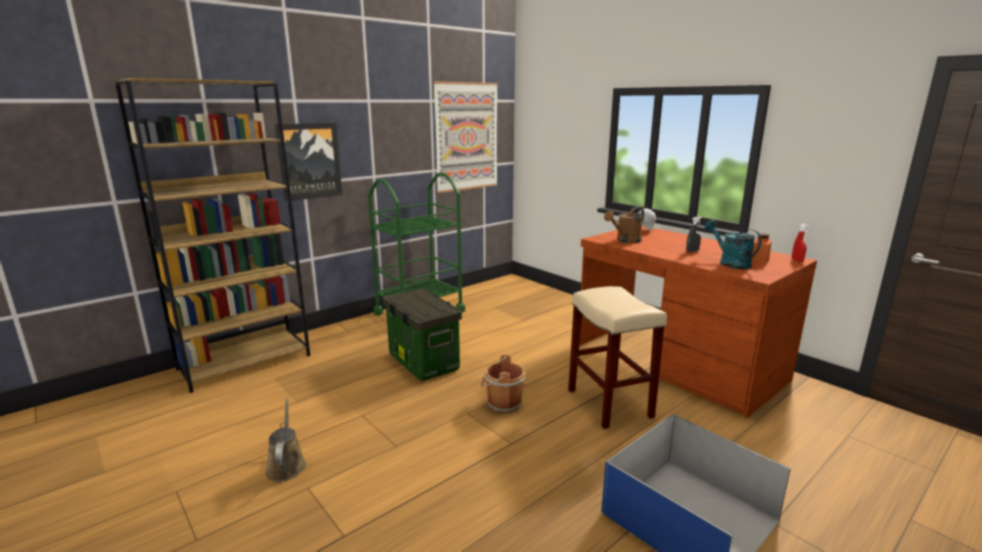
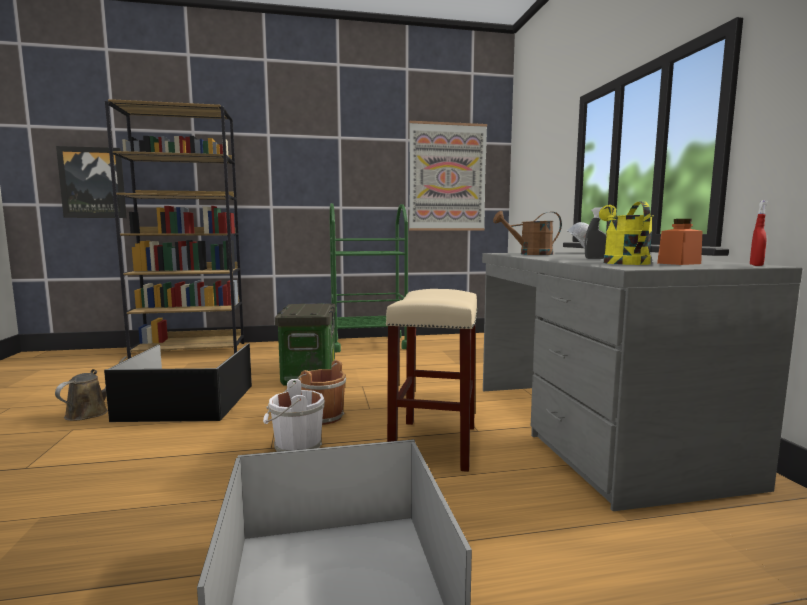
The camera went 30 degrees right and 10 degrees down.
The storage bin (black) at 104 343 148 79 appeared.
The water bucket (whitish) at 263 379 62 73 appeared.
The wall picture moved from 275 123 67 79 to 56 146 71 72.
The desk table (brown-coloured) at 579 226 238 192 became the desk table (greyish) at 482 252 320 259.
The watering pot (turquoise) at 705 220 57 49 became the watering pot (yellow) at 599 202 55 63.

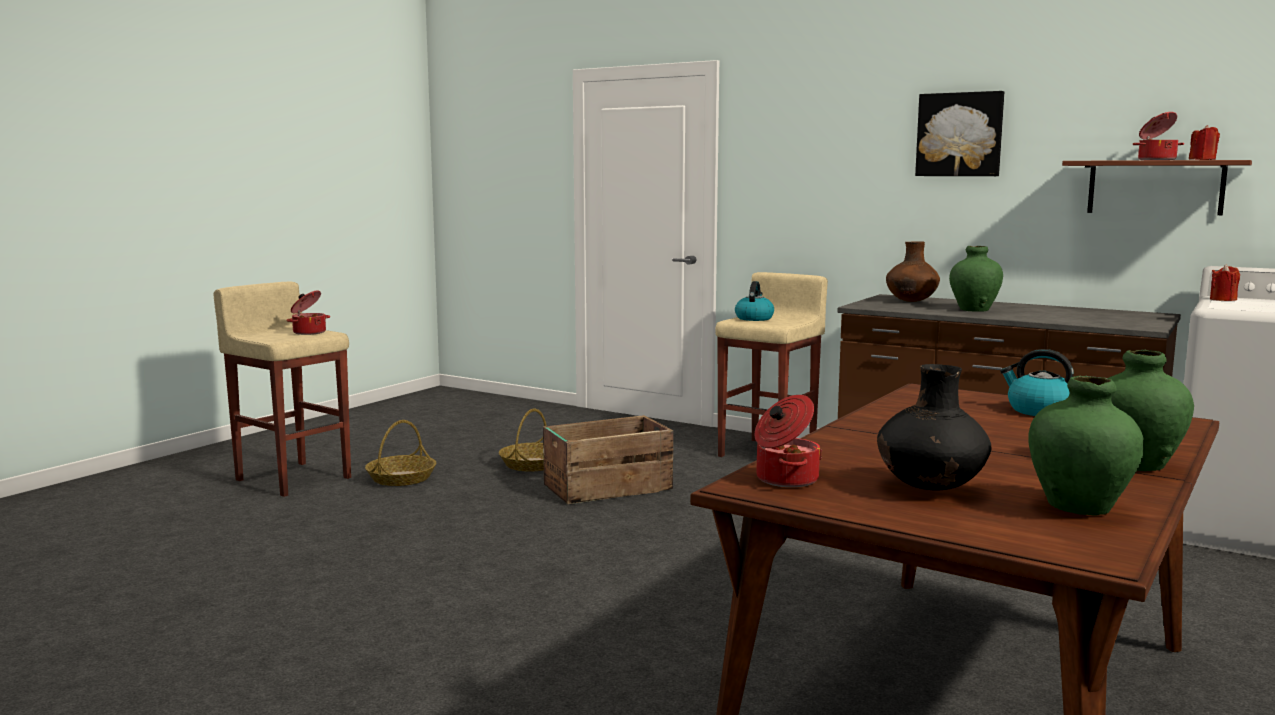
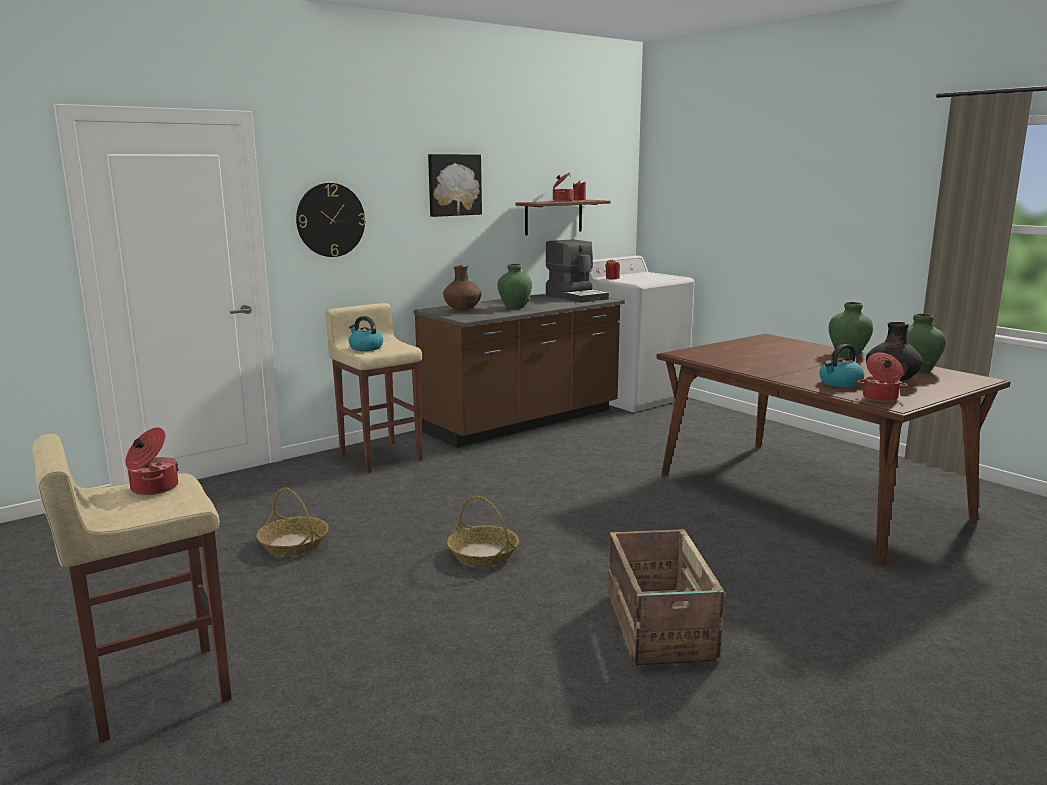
The camera went 70 degrees left and 5 degrees up.
The clock on the wall at 296 183 70 74 appeared.
The coffee maker at 546 239 63 64 appeared.
The basket moved from 365 420 71 66 to 447 496 72 70.
The packing crate moved from 543 415 130 89 to 608 529 117 137.
The tea kettle moved from 1000 349 74 67 to 819 344 45 44.

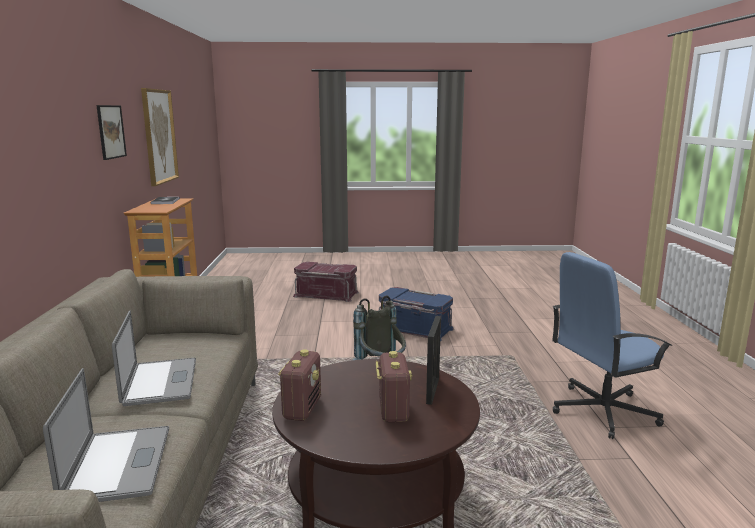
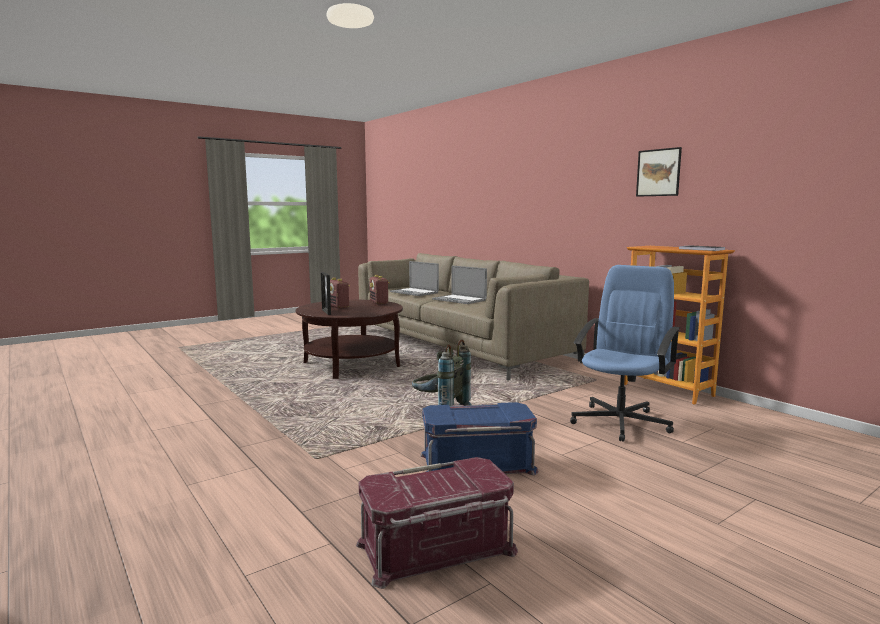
The camera went 145 degrees right and 5 degrees down.
The wall picture at 141 88 38 98 disappeared.
The storage bin (reddish) moved from 293 262 66 40 to 356 457 162 132.
The computer chair (blue-coloured) moved from 552 252 120 187 to 570 265 110 177.

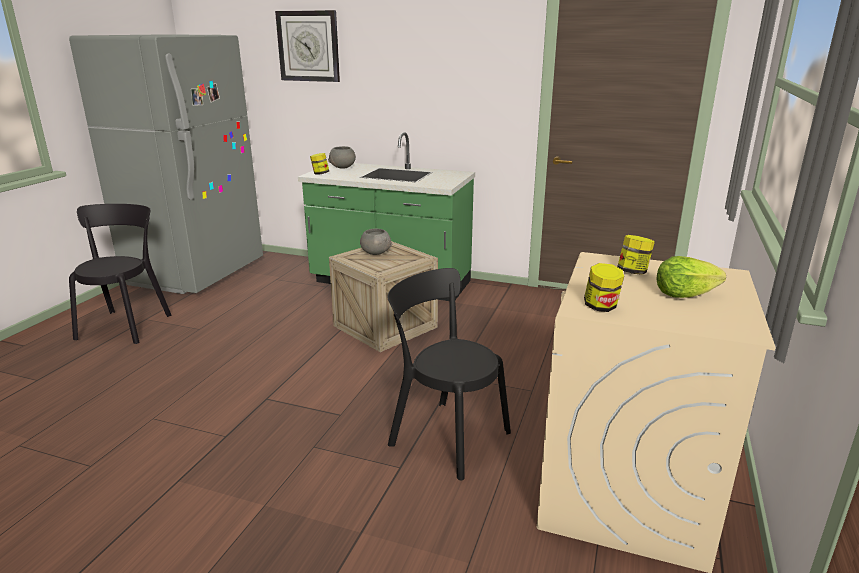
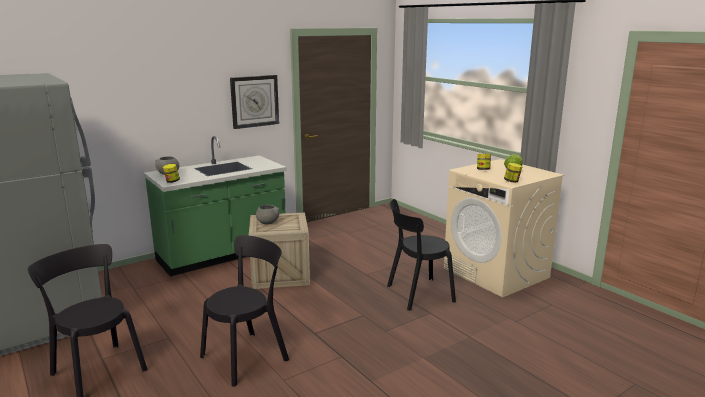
The camera went 55 degrees left and 5 degrees down.
The chair (black) at 200 235 89 152 appeared.
The clock on the wall moved from 275 10 65 72 to 230 75 49 54.

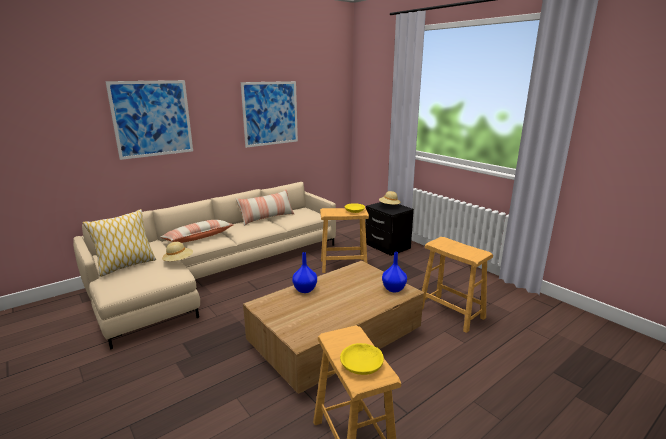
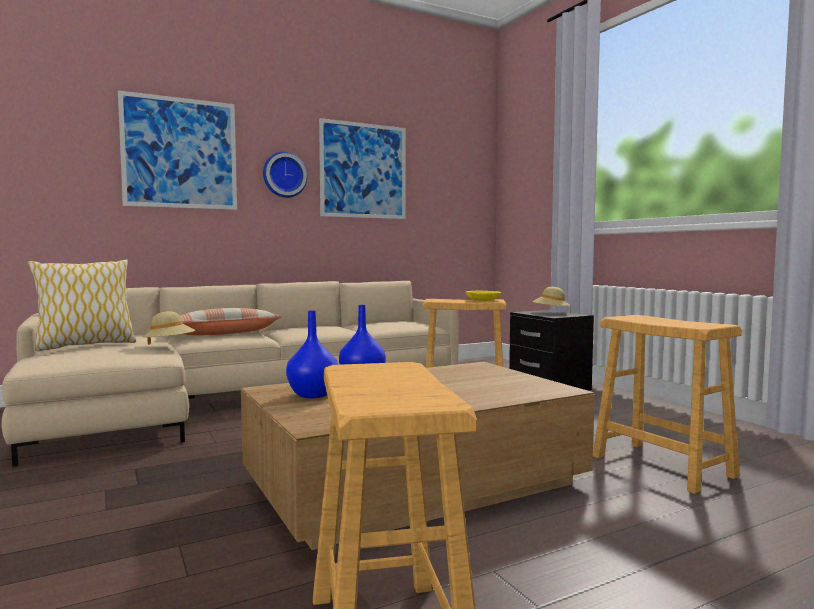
The camera went 10 degrees right and 15 degrees down.
The throw pillow at 236 189 58 37 disappeared.
The serving bowl (yellow) at 340 343 44 32 disappeared.
The clock on the wall at 263 152 45 46 appeared.
The flower vase (blue-coloured) moved from 382 252 25 41 to 286 311 52 88.

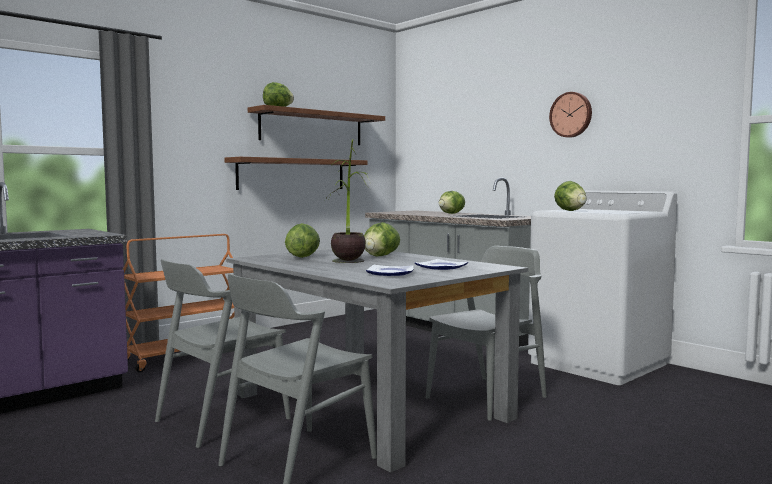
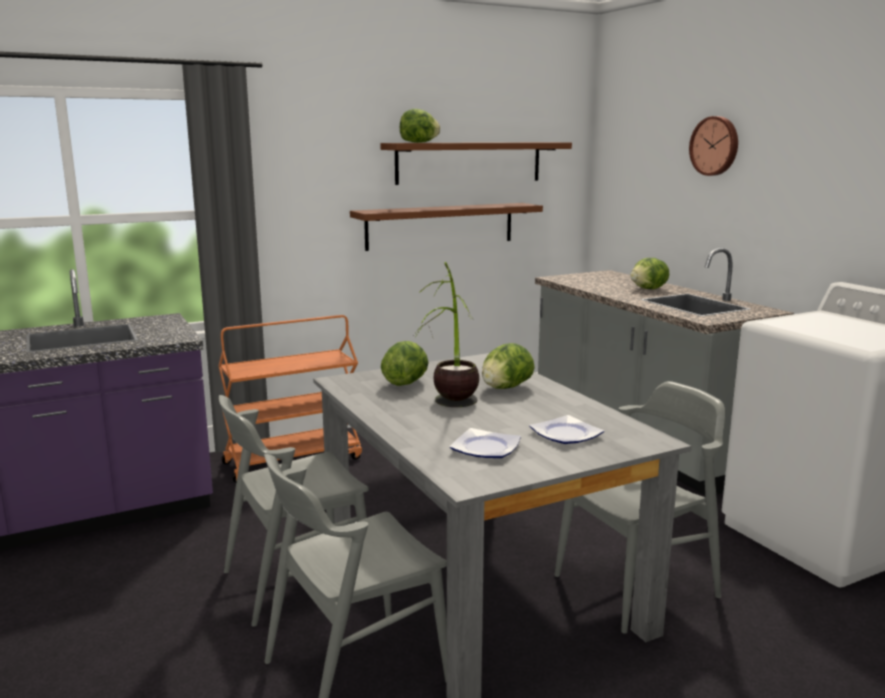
The camera went 15 degrees right and 10 degrees up.
The head of lettuce at 554 181 33 30 disappeared.
The clock on the wall moved from 549 92 43 46 to 689 116 49 60.

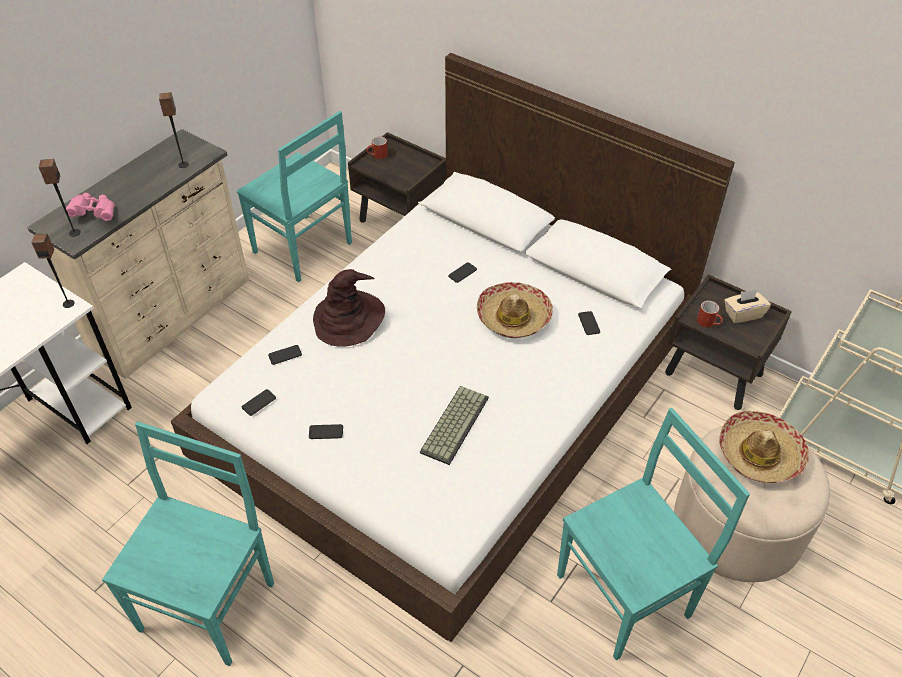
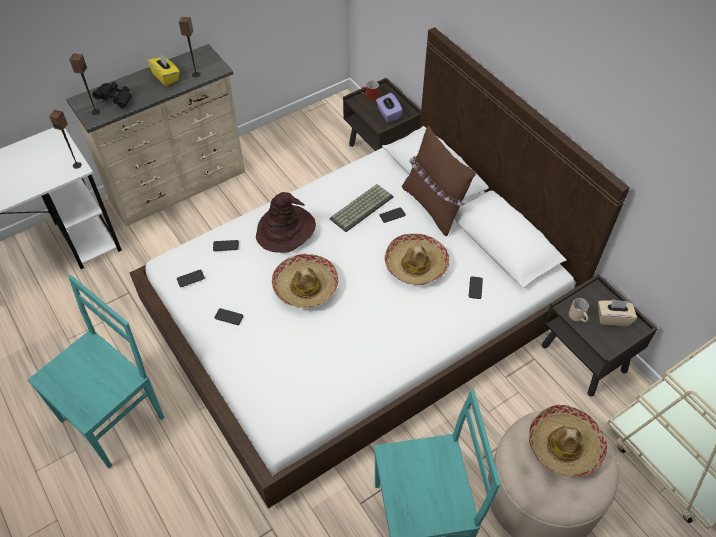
The camera went 20 degrees right and 5 degrees up.
The chair (turquoise) at 236 111 116 171 disappeared.
The tissue holder (yellow) at 147 53 33 33 appeared.
The clothing hat at 272 254 66 54 appeared.
The tissue holder (purplish) at 376 93 27 29 appeared.
The throw pillow (brown-coloured) at 402 125 74 112 appeared.
The computer keyboard moved from 420 386 69 79 to 330 184 63 48.
The pair of binoculars (pink) at 66 193 49 28 became the pair of binoculars (black) at 92 82 40 26.
The mug (reddish) at 697 301 26 27 became the mug (beige-coloured) at 569 298 20 24.

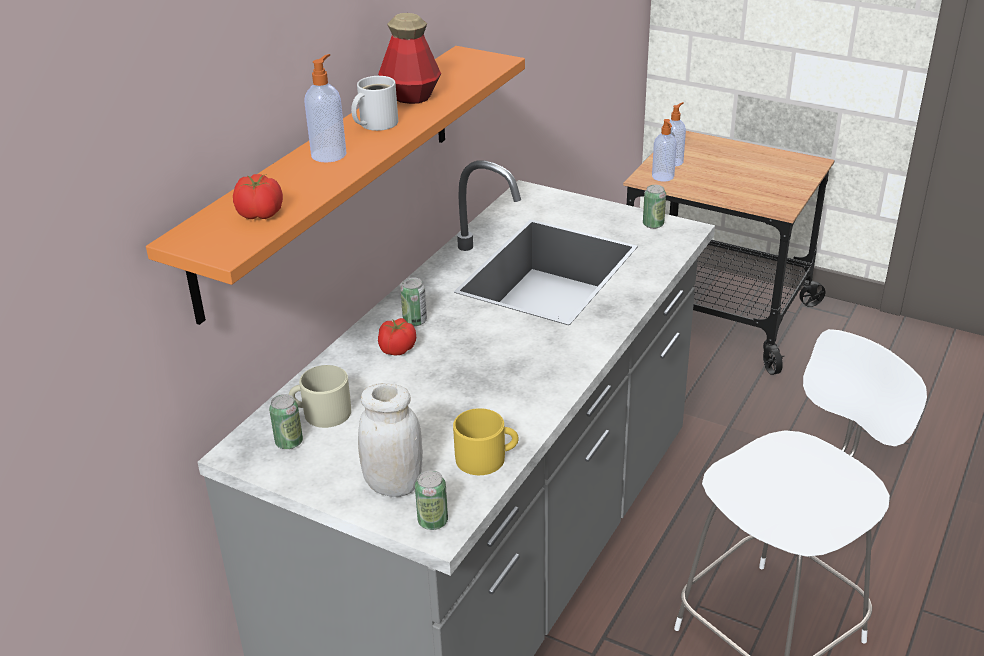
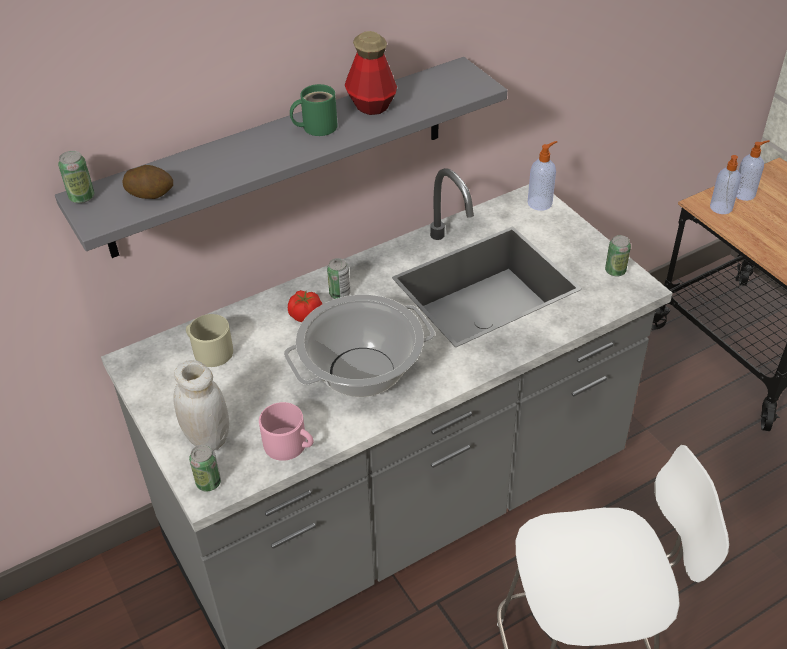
The camera went 30 degrees right and 10 degrees up.
The saucepot at 284 295 151 102 appeared.
The metal can moved from 269 394 34 55 to 58 151 36 52.
The liquid soap bottle moved from 304 54 43 109 to 528 141 29 70.
The whole tomato at 233 174 50 45 was replaced by the spud at 122 165 51 34.
The bracket shelf (orange-coloured) at 146 46 379 279 became the bracket shelf (greyish) at 55 57 452 201.
The mug (whitish) at 351 76 47 55 became the mug (green) at 290 84 48 52.
The mug (yellow) at 453 408 66 67 became the mug (pink) at 259 402 55 59.

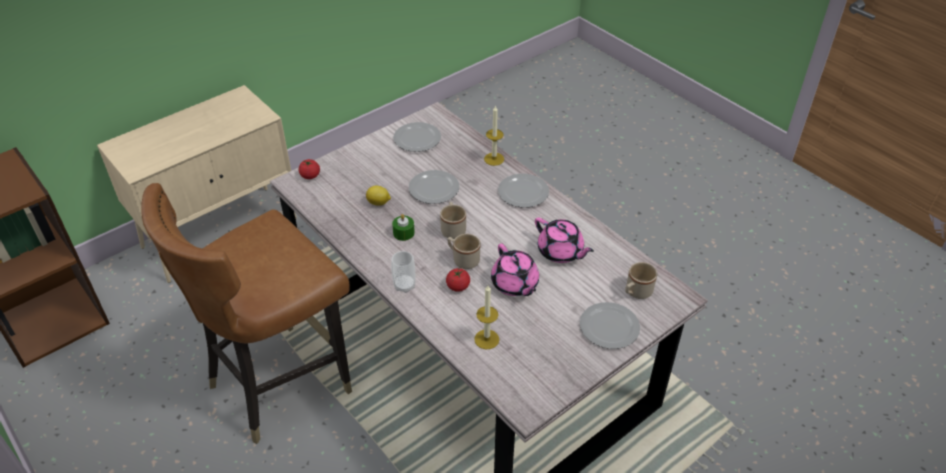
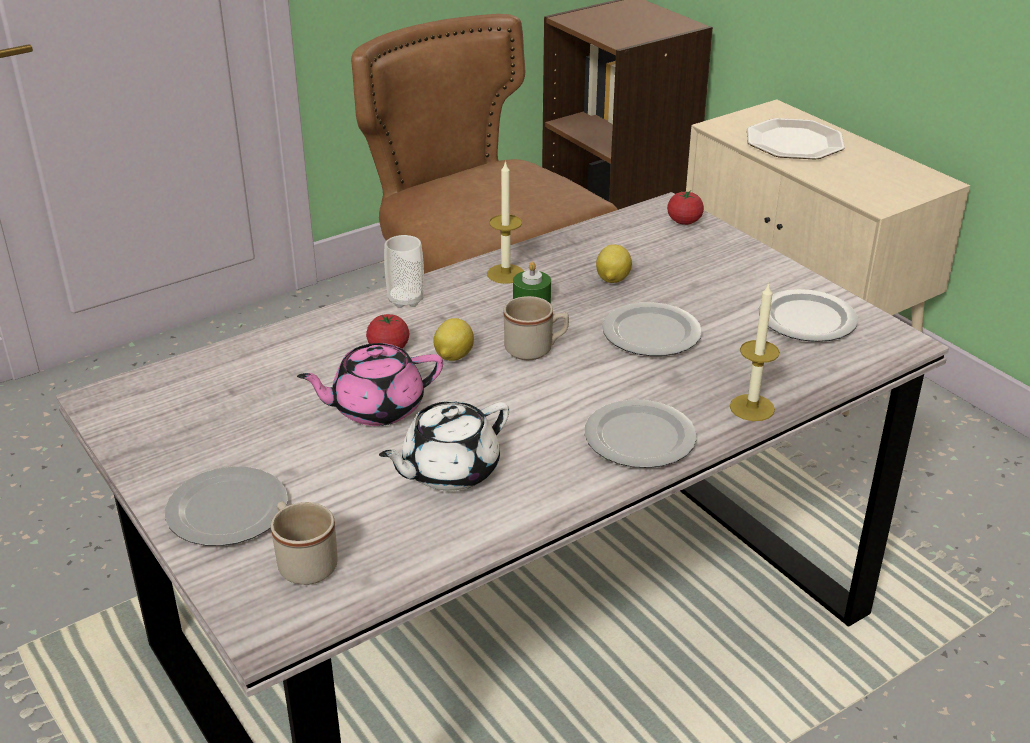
The camera went 95 degrees right and 10 degrees down.
The dinner plate at 747 118 98 42 appeared.
The wax light moved from 474 285 25 64 to 487 161 37 123.
The mug (beige-coloured) at 448 234 33 35 was replaced by the citrus fruit at 433 318 41 43.
The pot for tea (pink) at 535 217 59 46 became the pot for tea (whitish) at 379 401 130 90.

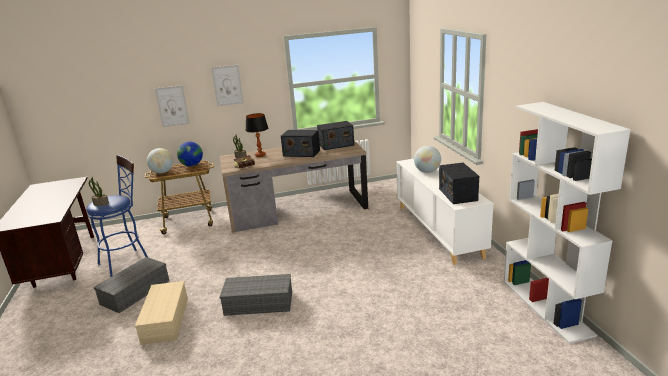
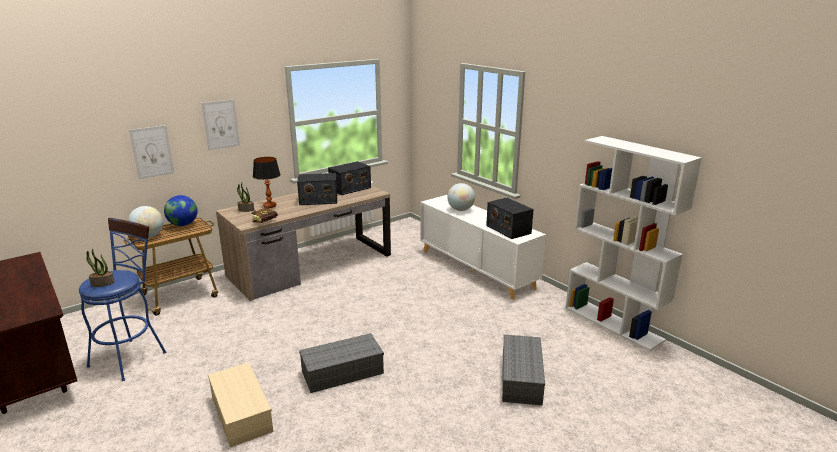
The camera went 25 degrees left and 0 degrees up.
The storage bin (greyish) moved from 94 257 75 56 to 502 335 43 71.

